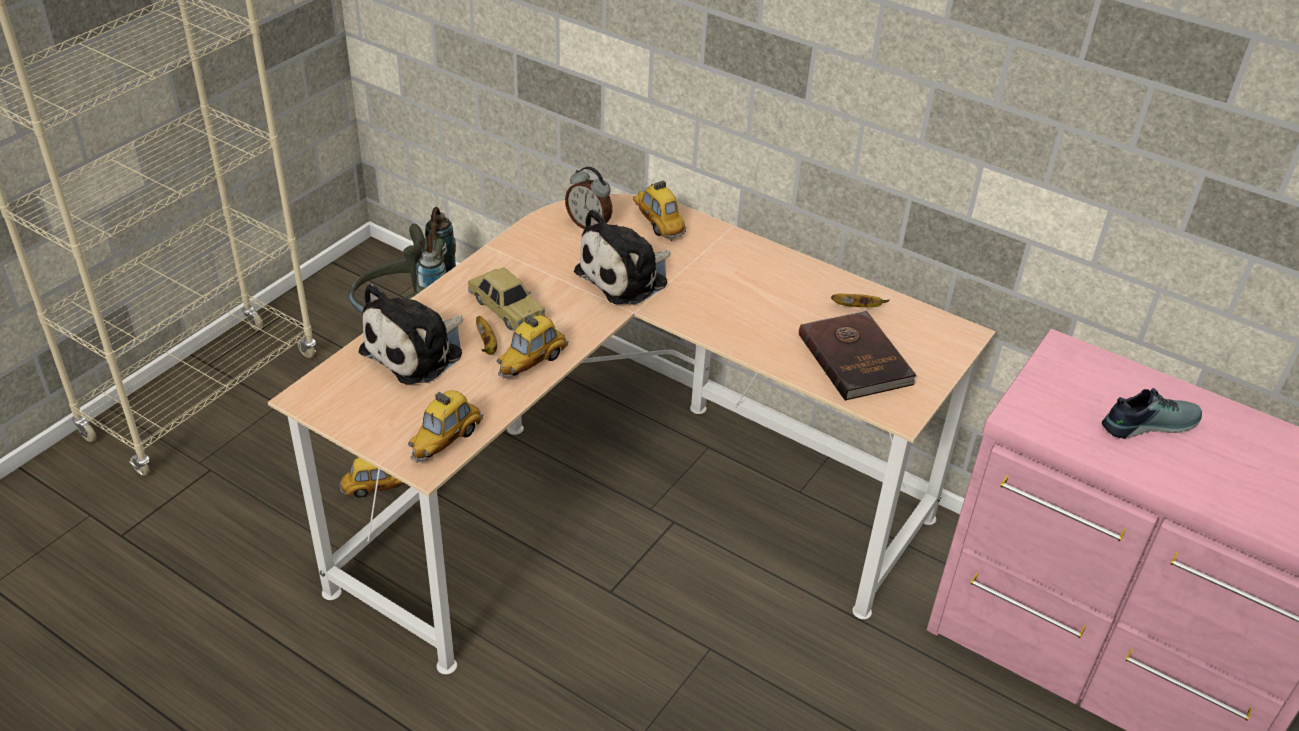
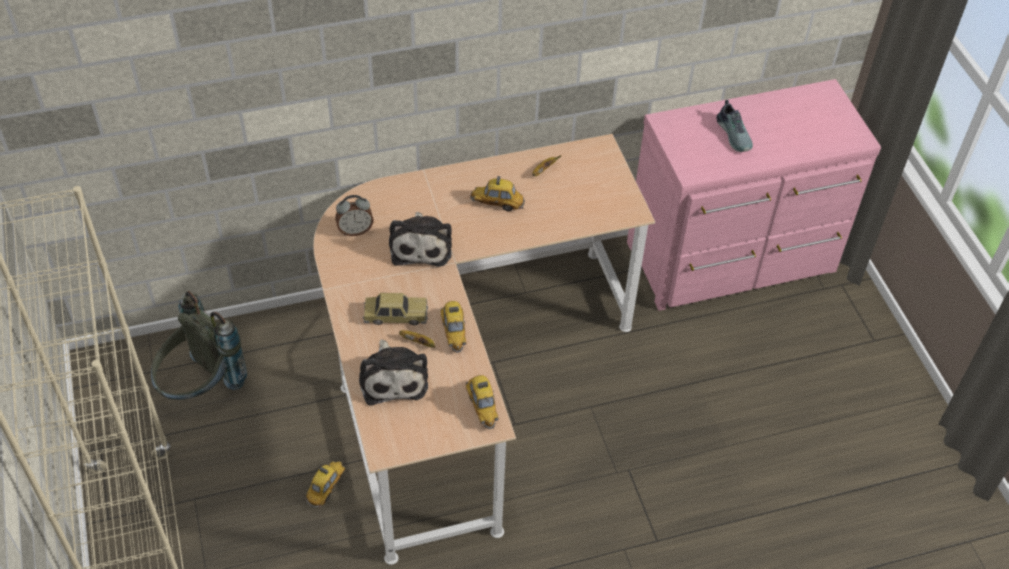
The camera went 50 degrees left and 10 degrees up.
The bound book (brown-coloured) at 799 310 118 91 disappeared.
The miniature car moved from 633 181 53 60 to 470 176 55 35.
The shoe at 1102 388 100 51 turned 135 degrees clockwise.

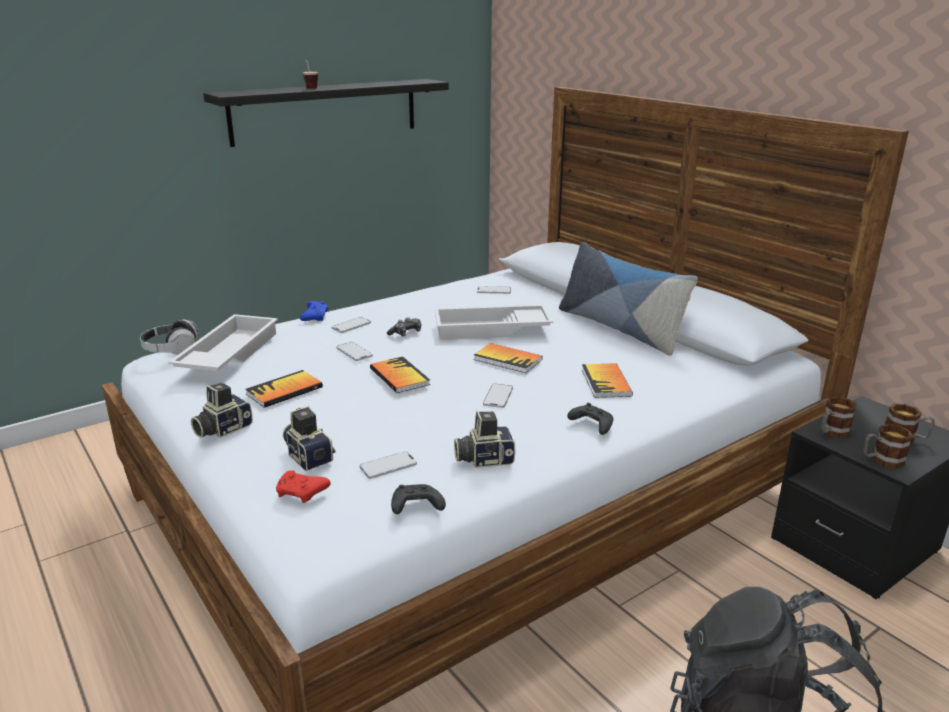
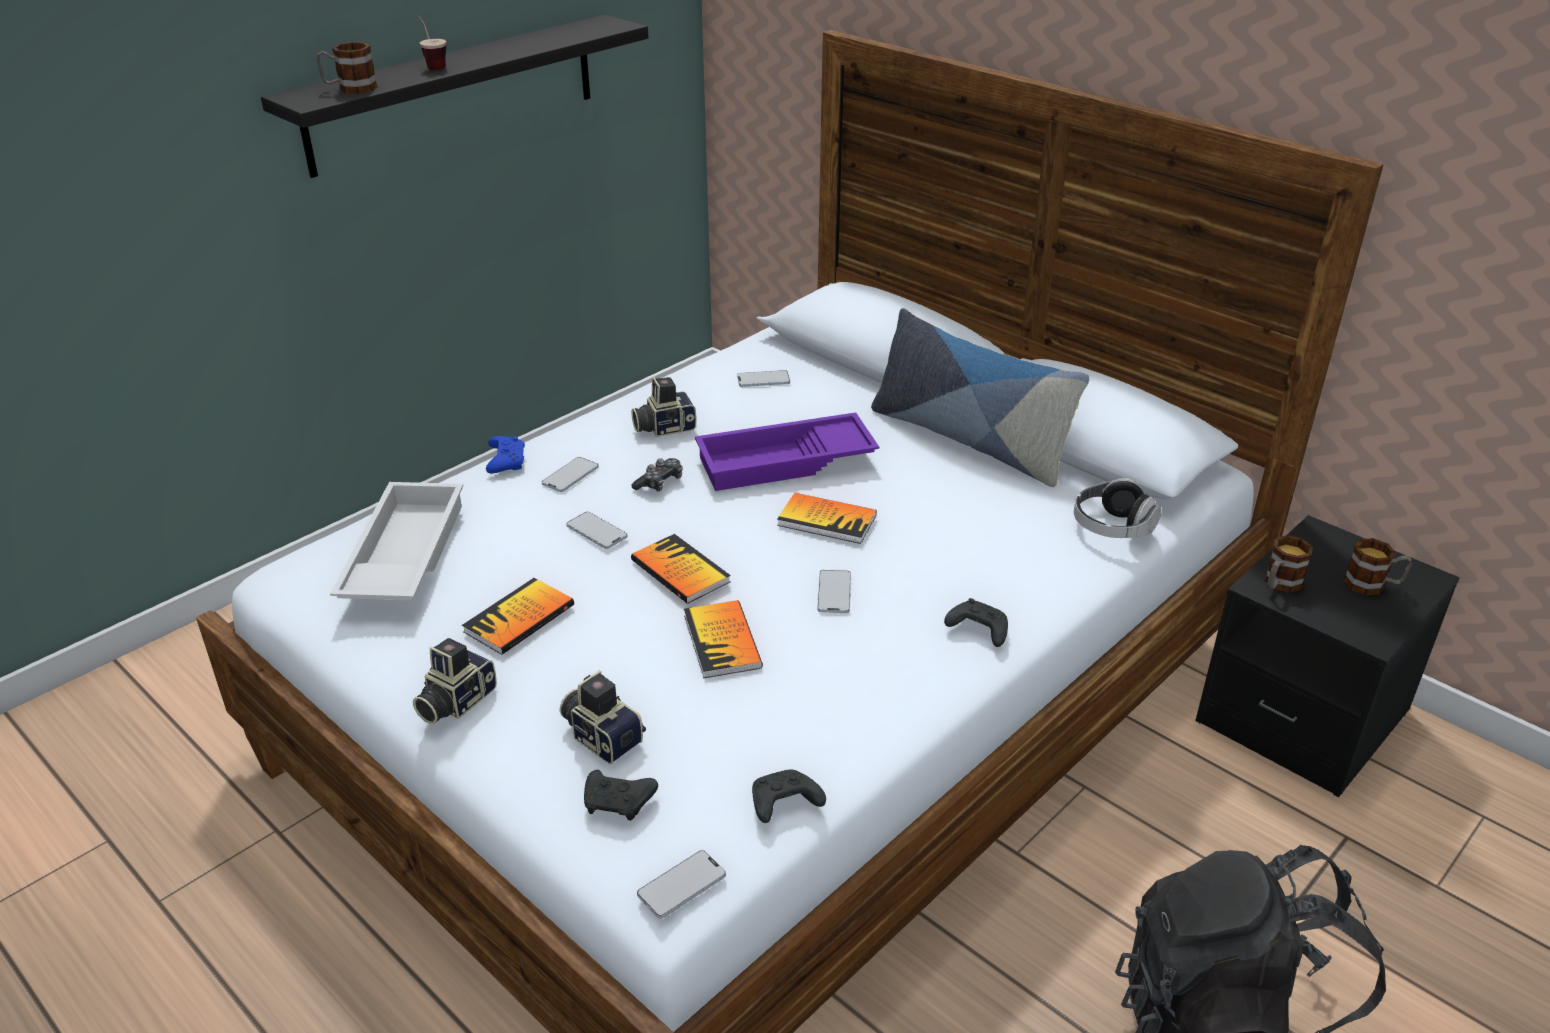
The camera went 10 degrees left and 10 degrees up.
The headset moved from 140 319 59 36 to 1074 478 87 60.
The handset moved from 359 451 58 28 to 637 850 89 69.
The still camera moved from 454 410 61 58 to 632 377 65 60.
The bound book moved from 582 363 51 35 to 684 600 79 78.
The mug moved from 863 424 50 45 to 316 42 61 52.
The game controller (reddish) at 276 470 54 33 became the game controller (black) at 584 770 74 51.
The tray (whitish) at 434 304 119 36 became the tray (purplish) at 695 412 184 79.

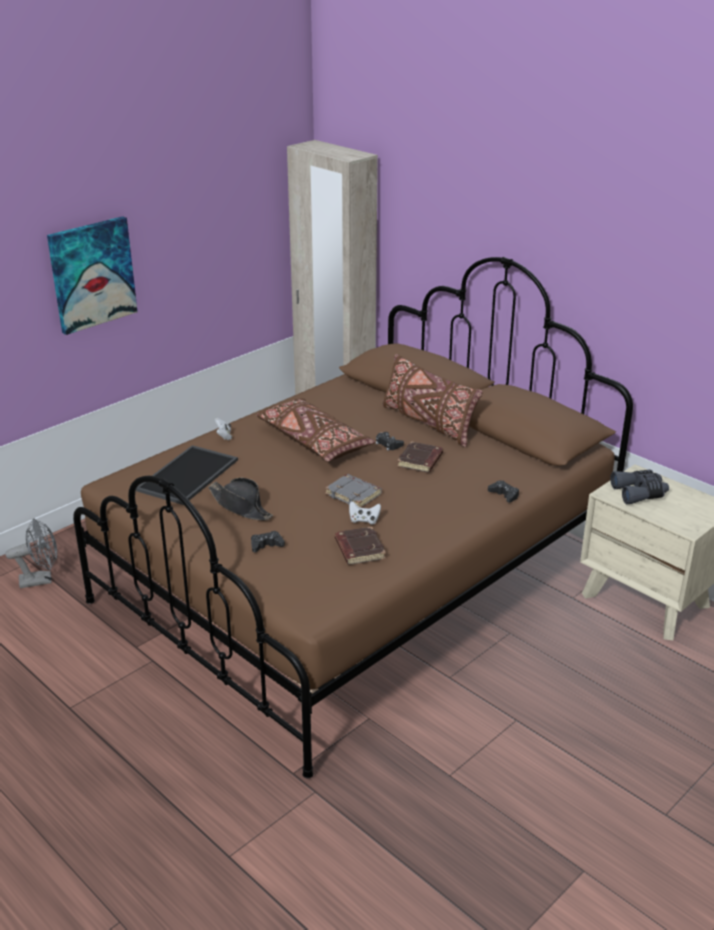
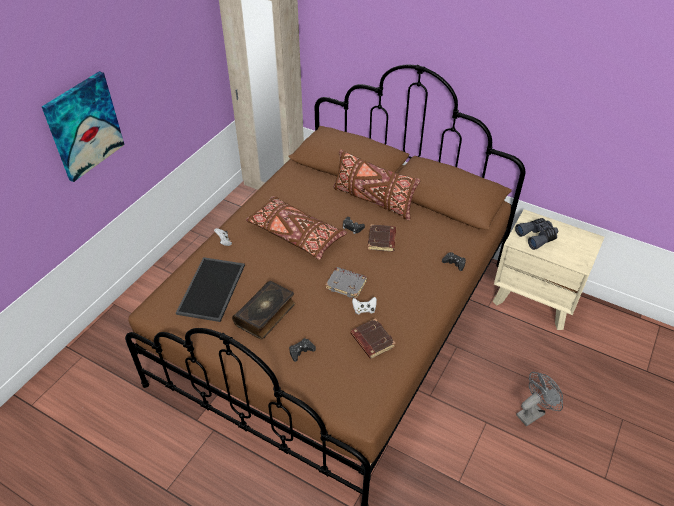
The camera went 15 degrees left and 15 degrees up.
The cooling fan (greyish) moved from 5 519 52 69 to 516 372 47 54.
The clothing hat (black) at 208 477 65 44 was replaced by the bound book at 232 281 63 58.

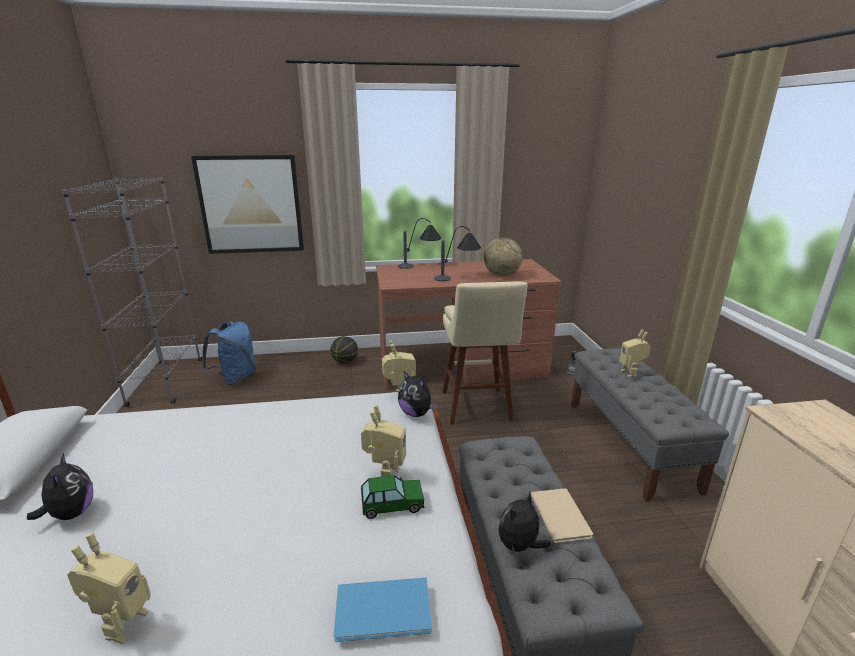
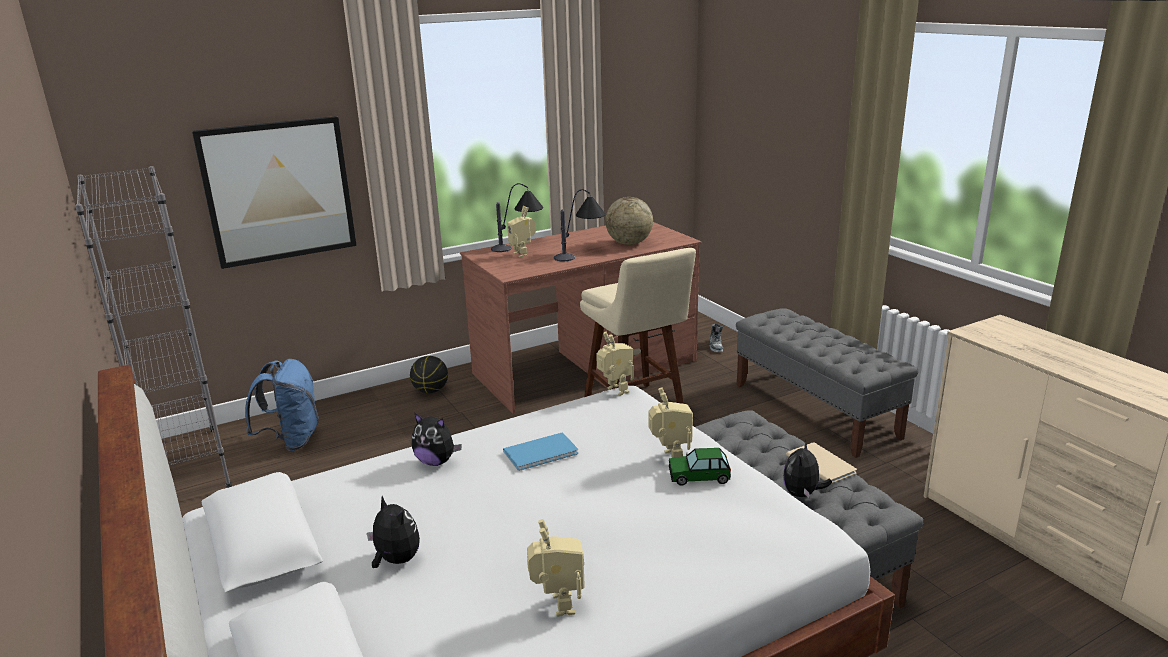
The camera went 20 degrees left and 0 degrees up.
The bound book (blue-coloured) moved from 334 577 98 65 to 503 432 75 39.
The cuddly toy moved from 398 371 39 46 to 412 413 50 53.
The robot figure moved from 619 329 32 48 to 507 206 29 52.
The miniature car at 361 475 63 44 turned 150 degrees counterclockwise.

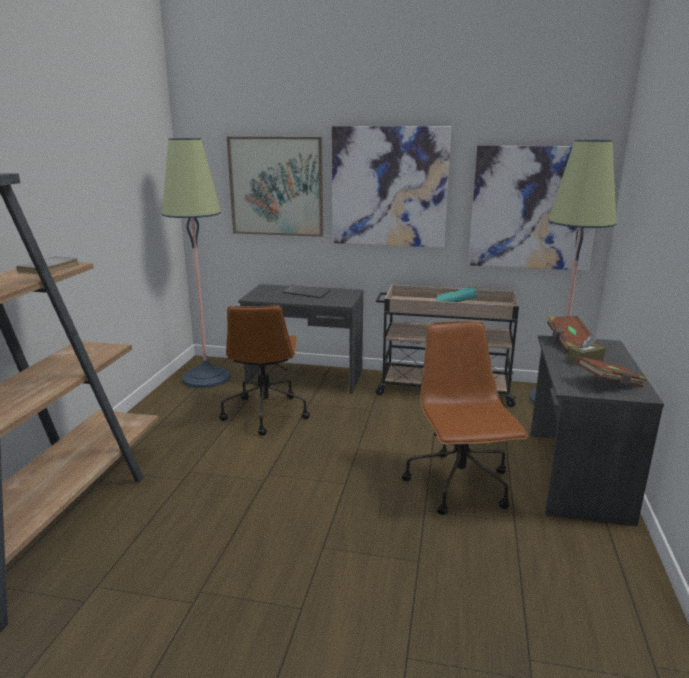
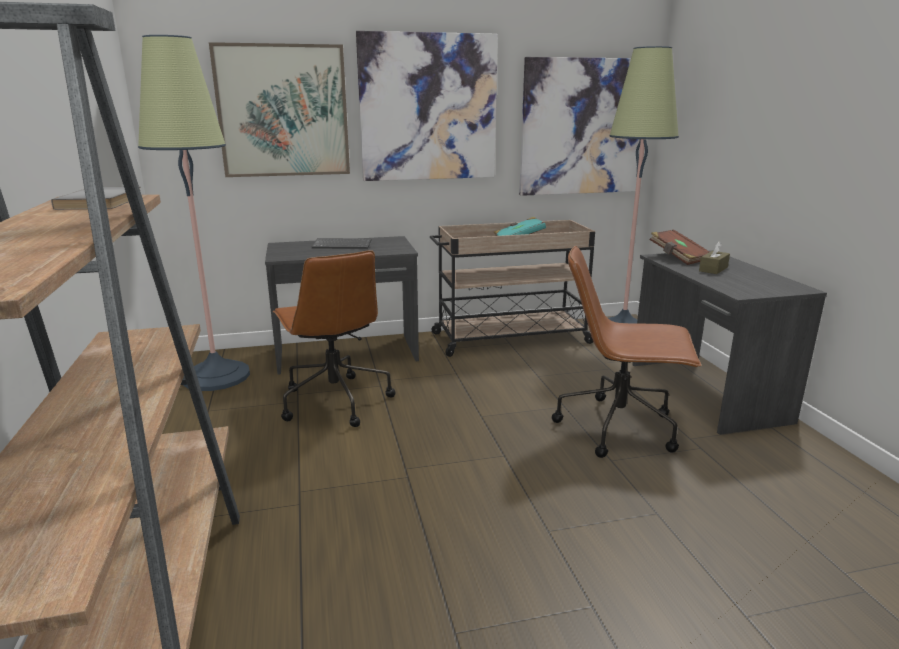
The camera went 25 degrees left and 0 degrees up.
The bound book (brown-coloured) at 575 356 73 31 disappeared.
The computer chair (brown-coloured) at 402 321 126 194 turned 45 degrees counterclockwise.

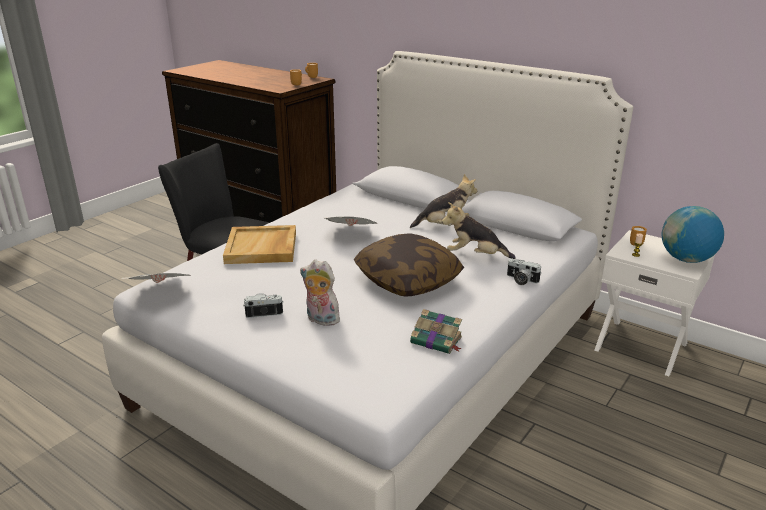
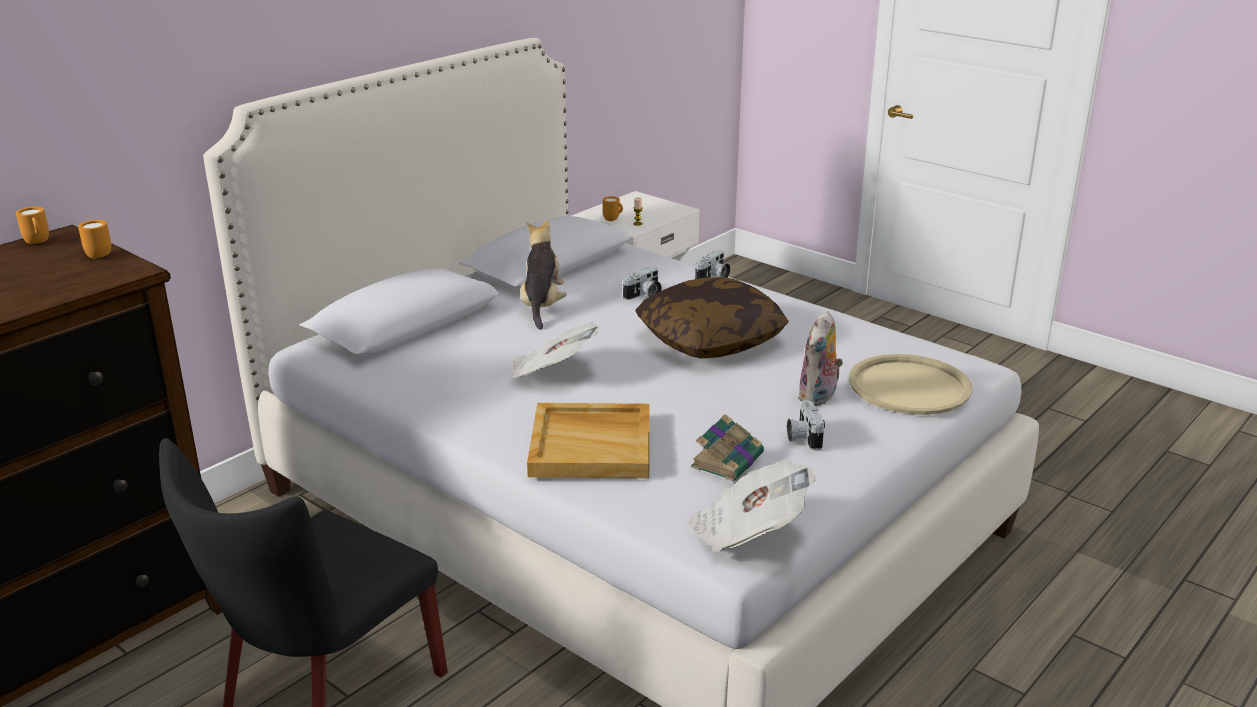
The camera went 85 degrees left and 0 degrees up.
The world globe at 662 206 62 57 disappeared.
The tray (beige-coloured) at 849 354 123 61 appeared.
The bound book moved from 410 309 52 45 to 691 414 73 67.
The cuddly toy at 442 202 73 57 was replaced by the still camera at 623 267 39 33.

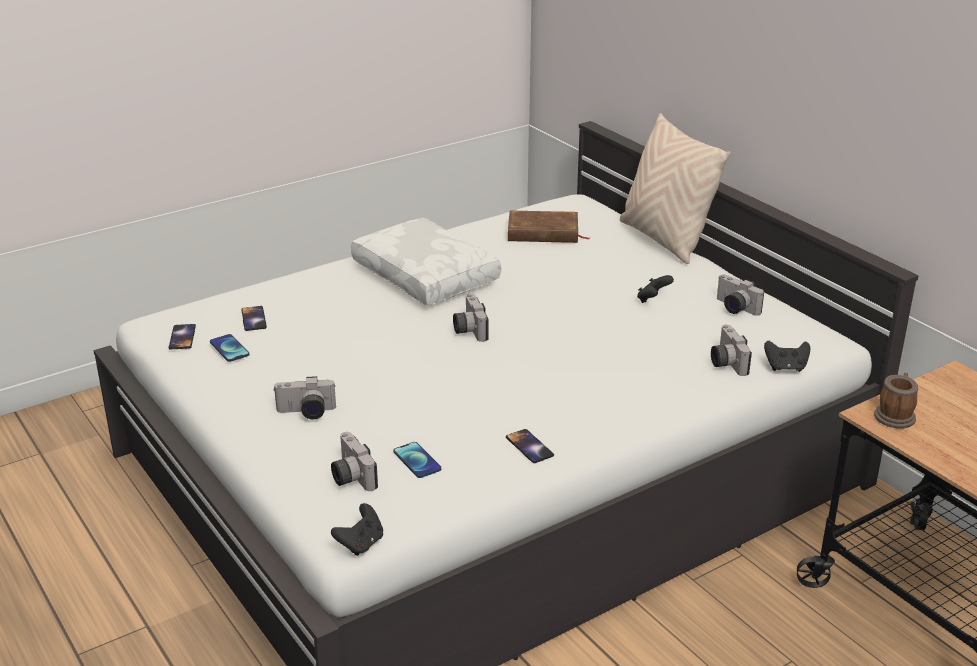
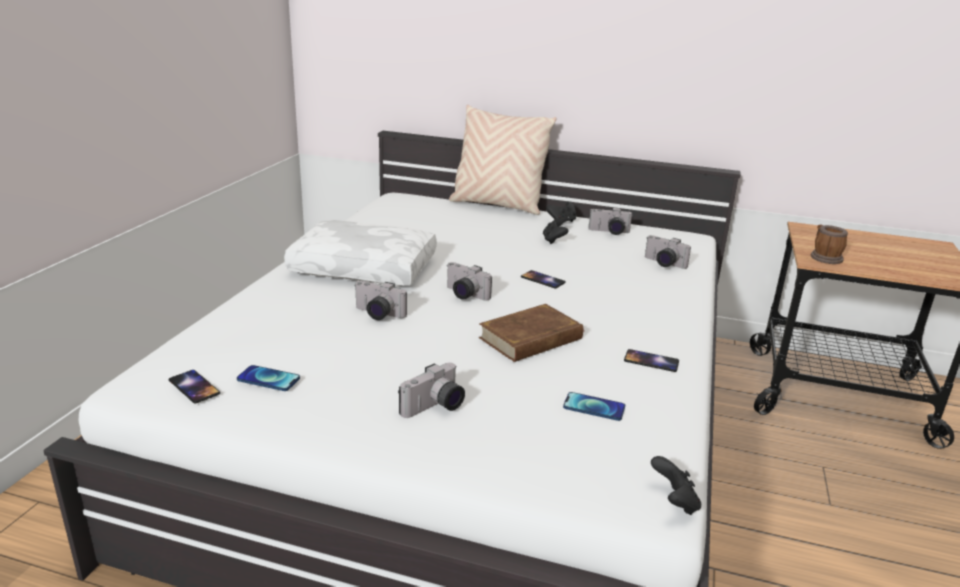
The camera went 40 degrees left and 5 degrees down.
The handset moved from 241 306 26 25 to 521 270 45 19.
The still camera moved from 331 432 47 59 to 354 281 53 39.
The bound book (brown-coloured) moved from 508 211 81 32 to 479 304 104 58.
The game controller (black) moved from 764 341 46 31 to 546 201 30 22.

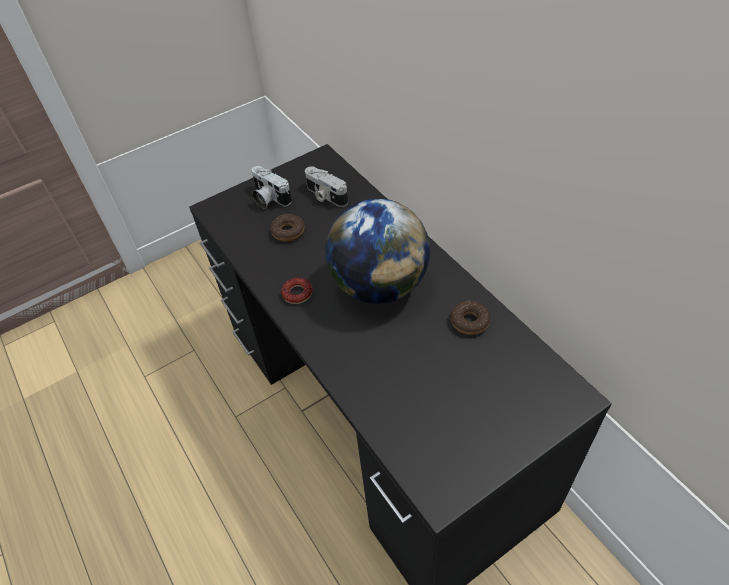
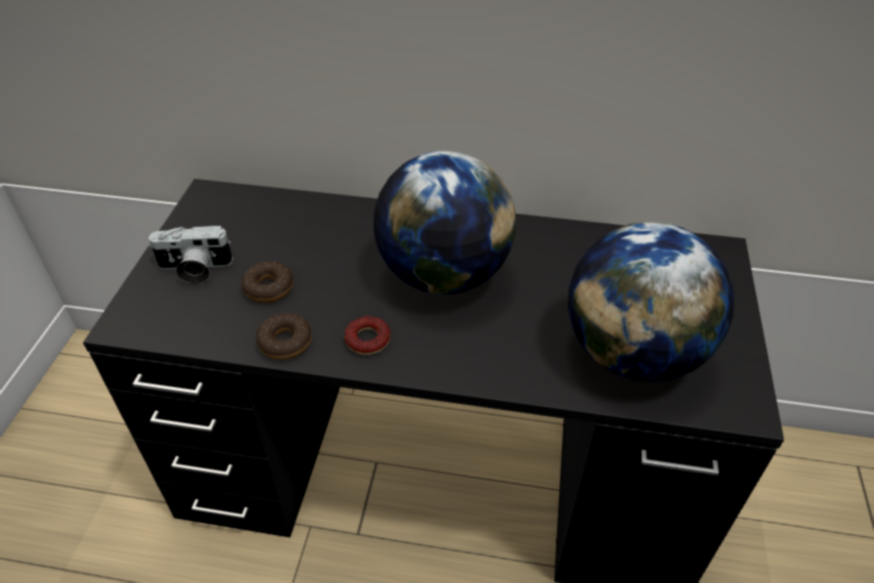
The camera went 50 degrees left and 5 degrees down.
The still camera at 305 166 43 41 disappeared.
The world globe at 568 222 166 159 appeared.
The donut moved from 451 301 40 34 to 256 313 56 47.

